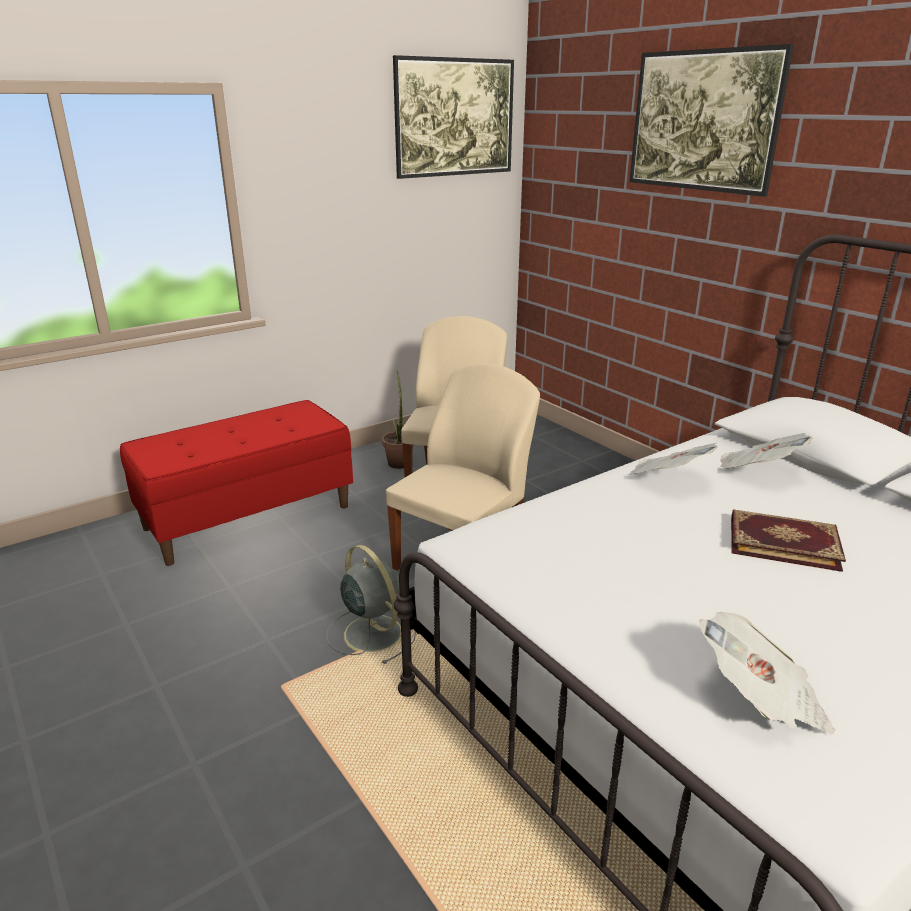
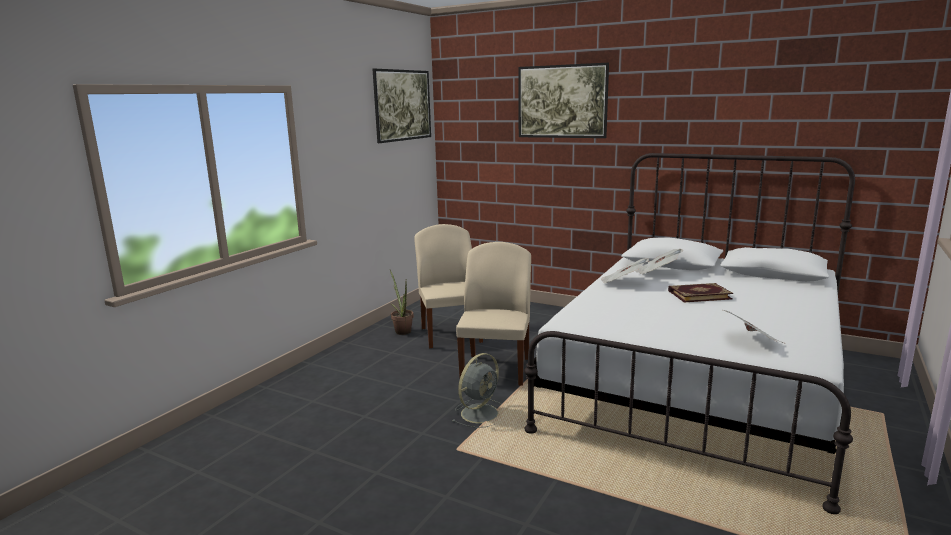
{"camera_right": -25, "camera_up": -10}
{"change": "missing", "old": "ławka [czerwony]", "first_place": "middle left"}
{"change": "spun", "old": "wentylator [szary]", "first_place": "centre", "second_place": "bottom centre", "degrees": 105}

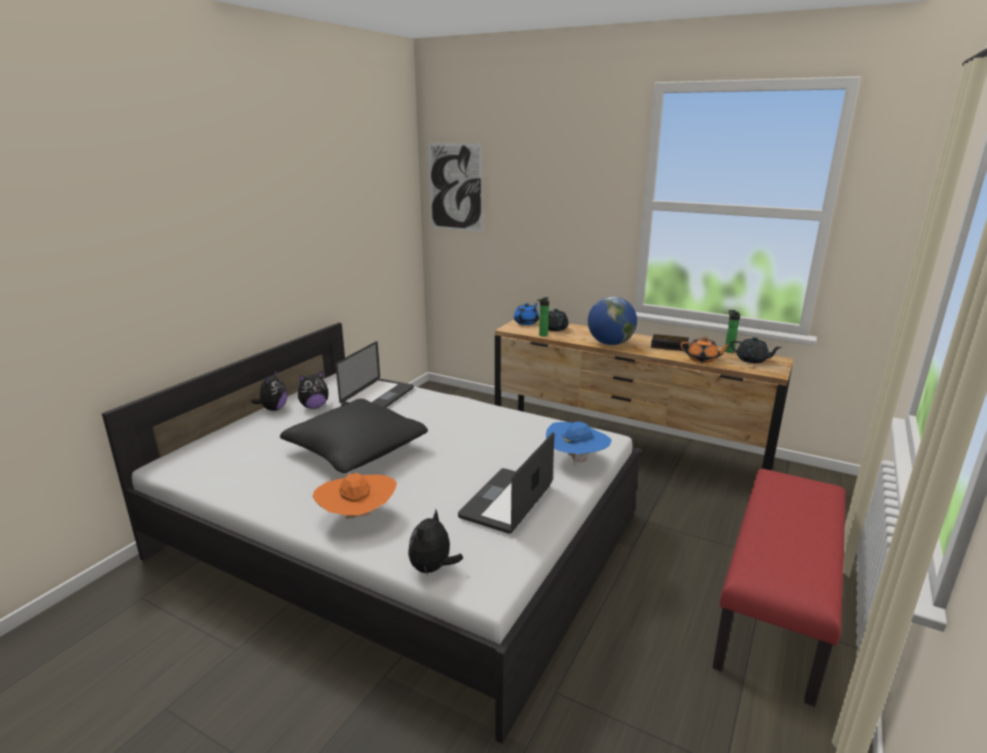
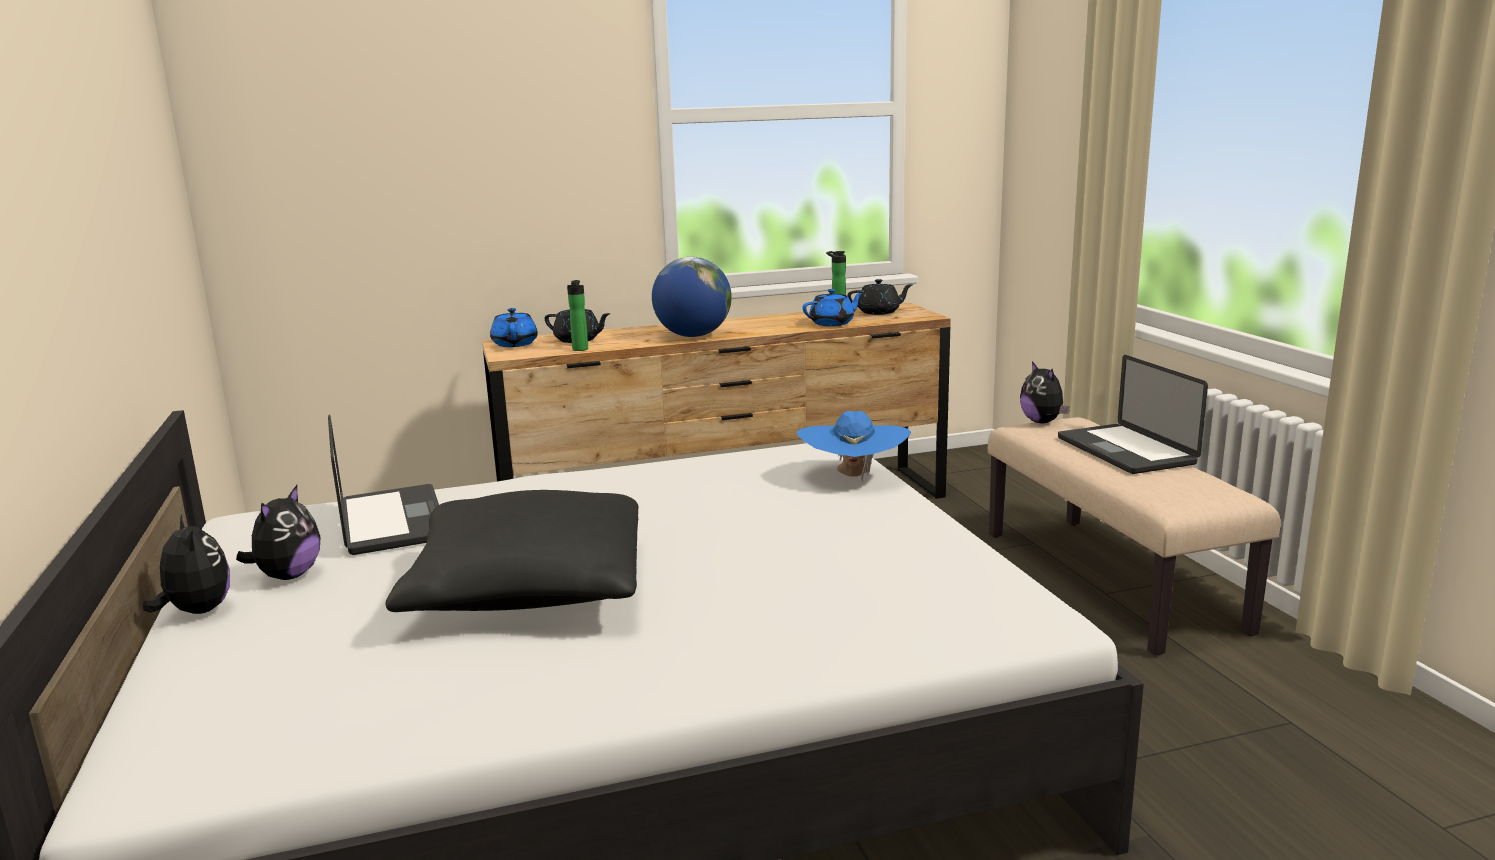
{"camera_right": -45, "camera_up": -5}
{"change": "missing", "old": "kapelusz [pomarańczowy]", "first_place": "centre"}
{"change": "relocated", "old": "pluszak (no. 3 from left)", "first_place": "bottom centre", "second_place": "middle right"}
{"change": "missing", "old": "obraz", "first_place": "top centre"}
{"change": "relocated", "old": "laptop (no. 2 from left)", "first_place": "centre", "second_place": "middle right"}
{"change": "missing", "old": "budzik", "first_place": "middle right"}
{"change": "colour", "old": "imbryk [pomarańczowy]", "new": "imbryk [niebieski] (no. 2 from left)", "first_place": "middle right", "second_place": "centre"}
{"change": "colour", "old": "ławka [czerwony]", "new": "ławka [beżowy]", "first_place": "bottom right", "second_place": "middle right"}

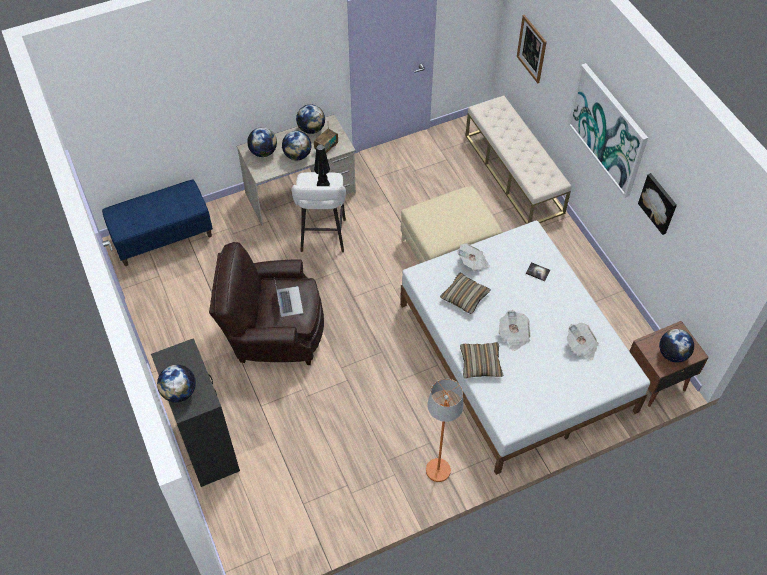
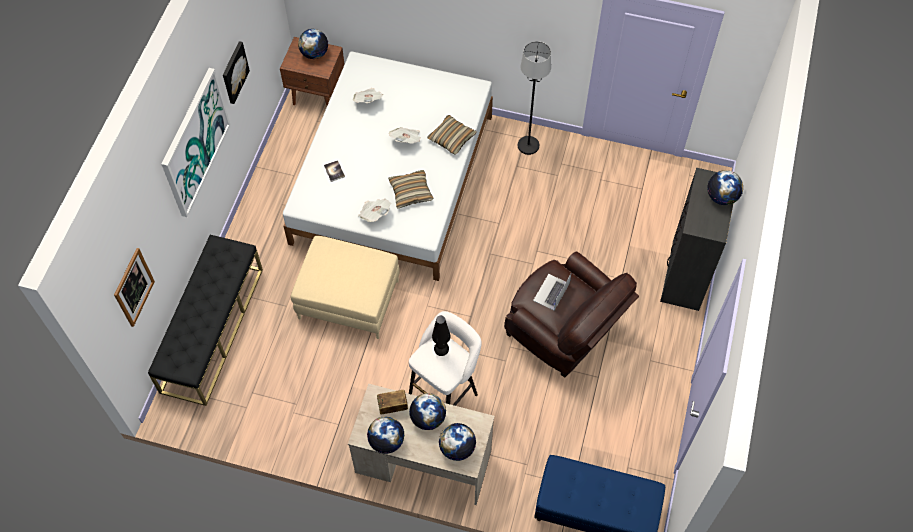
{"camera_right": -140, "camera_up": 5}
{"change": "colour", "old": "lampa stojąca [pomarańczowy]", "new": "lampa stojąca [czarny]", "first_place": "bottom centre", "second_place": "top centre"}
{"change": "colour", "old": "ławka [beżowy]", "new": "ławka [czarny]", "first_place": "top right", "second_place": "middle left"}

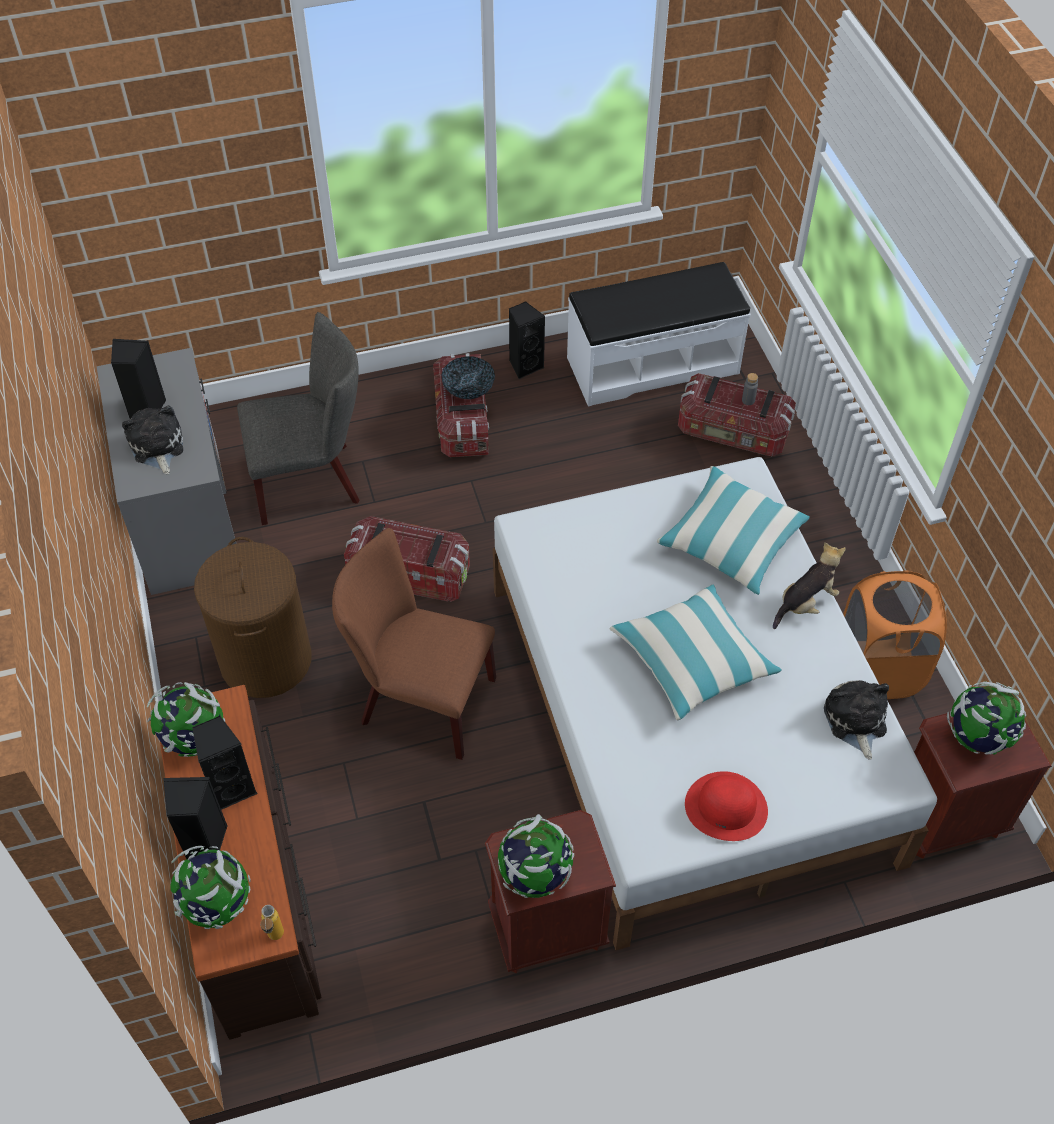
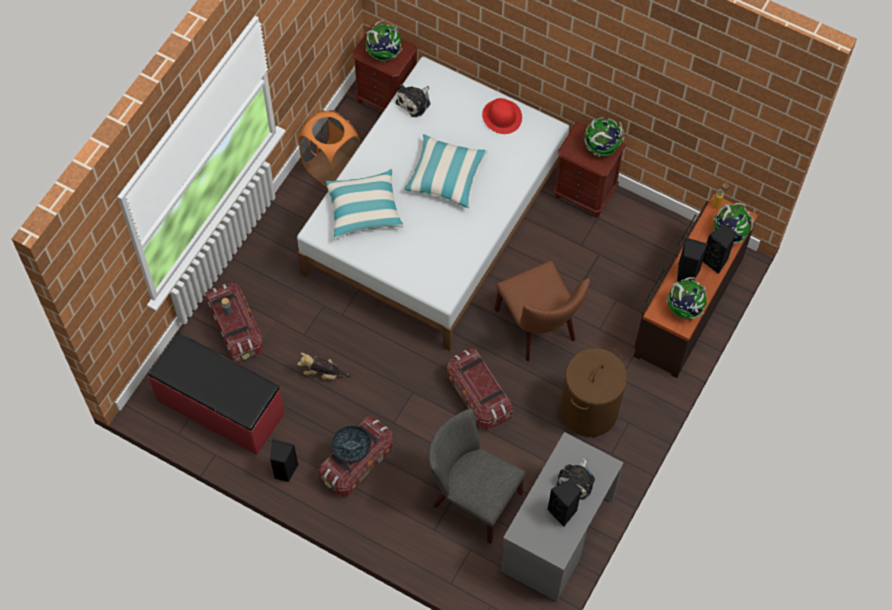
{"camera_right": -135, "camera_up": 10}
{"change": "colour", "old": "ławka [biały]", "new": "ławka [czerwony]", "first_place": "top centre", "second_place": "middle left"}
{"change": "relocated", "old": "pluszak (no. 2 from left in the first image)", "new": "pluszak (no. 1 from left)", "first_place": "middle right", "second_place": "centre"}

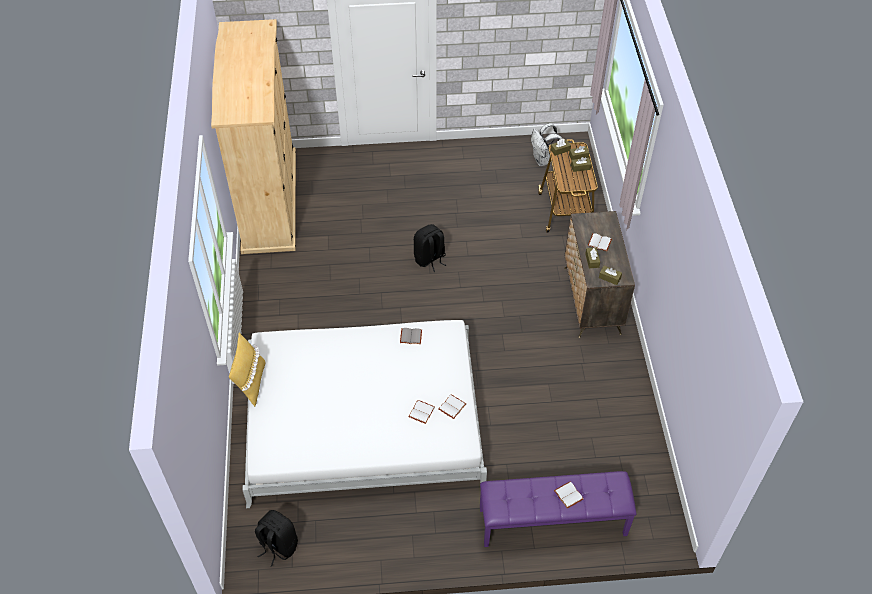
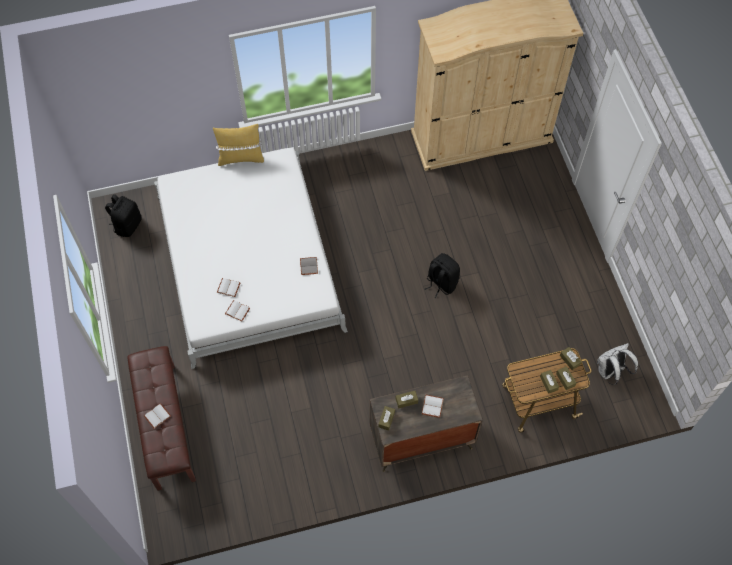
{"camera_right": 80, "camera_up": 10}
{"change": "colour", "old": "ławka [fioletowy]", "new": "ławka [brązowy]", "first_place": "bottom centre", "second_place": "bottom left"}

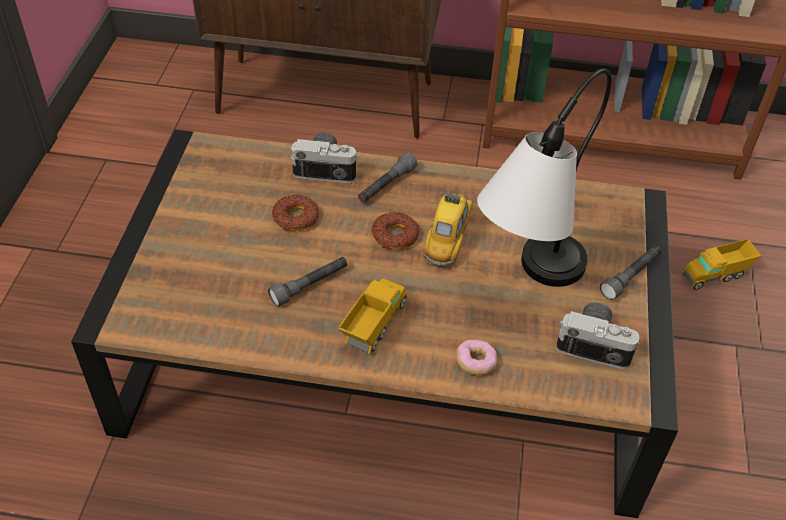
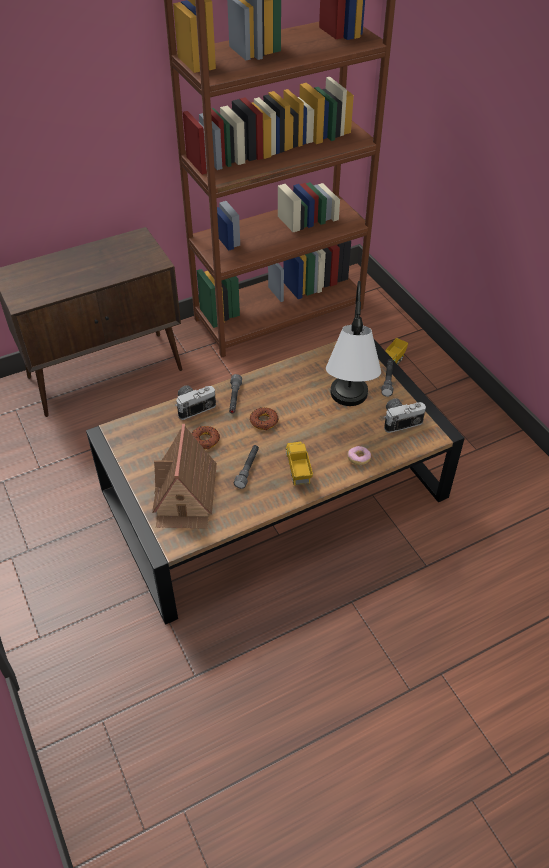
{"camera_right": -35, "camera_up": 0}
{"change": "missing", "old": "samochodzik", "first_place": "centre"}
{"change": "appeared", "new": "domek", "second_place": "centre"}

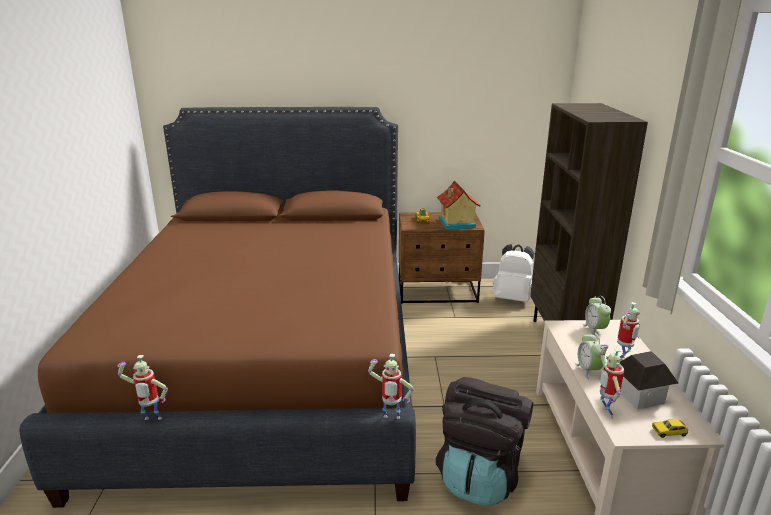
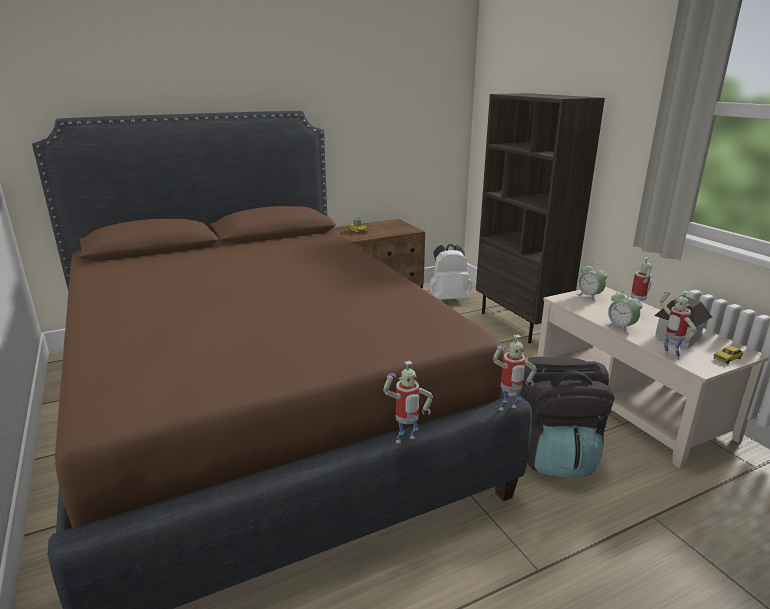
{"camera_right": -25, "camera_up": 0}
{"change": "relocated", "old": "robot zabawkowy (no. 1 from left)", "first_place": "bottom left", "second_place": "centre"}
{"change": "missing", "old": "domek (no. 1 from left)", "first_place": "centre"}

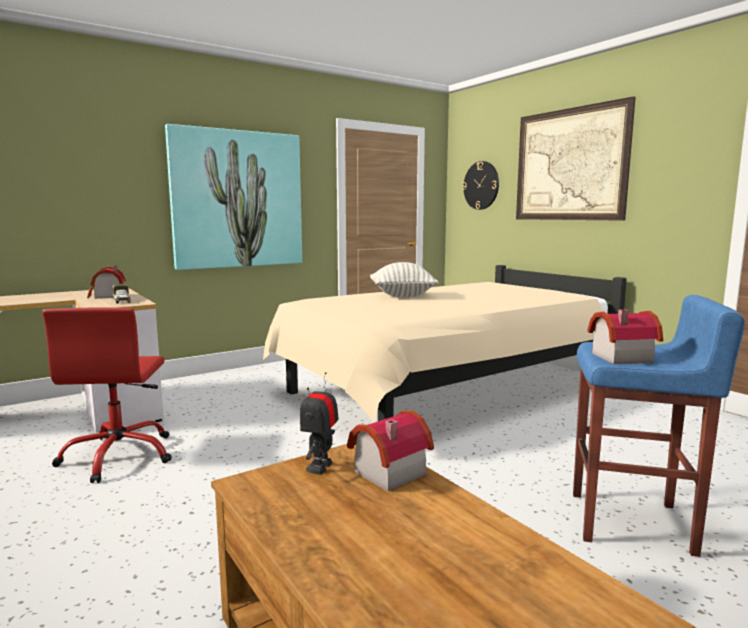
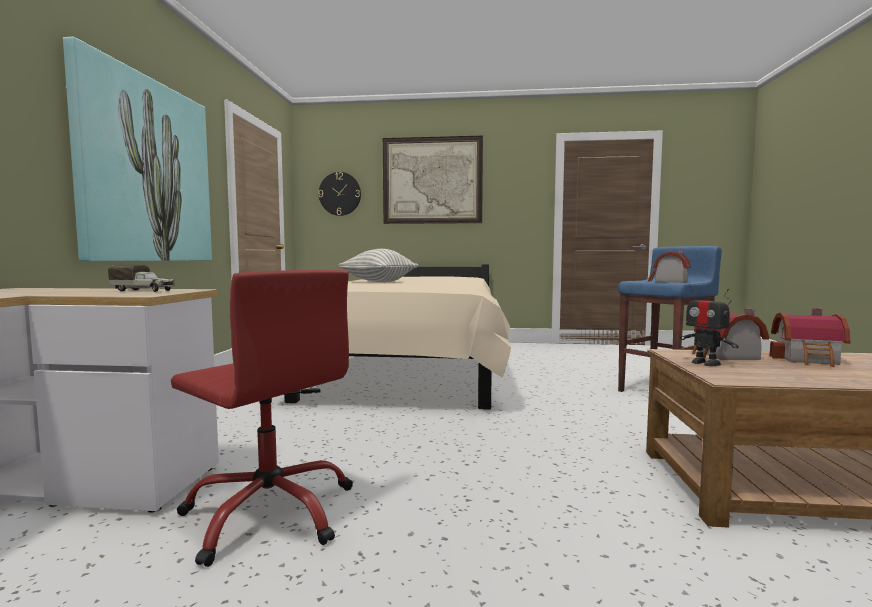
{"camera_right": -50, "camera_up": -5}
{"change": "relocated", "old": "domek (no. 1 from left in the first image)", "new": "domek (no. 3 from left)", "first_place": "middle left", "second_place": "middle right"}

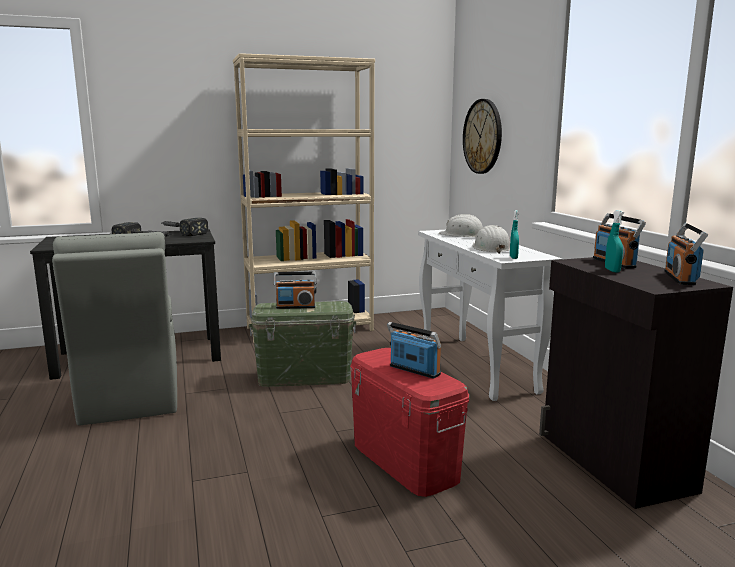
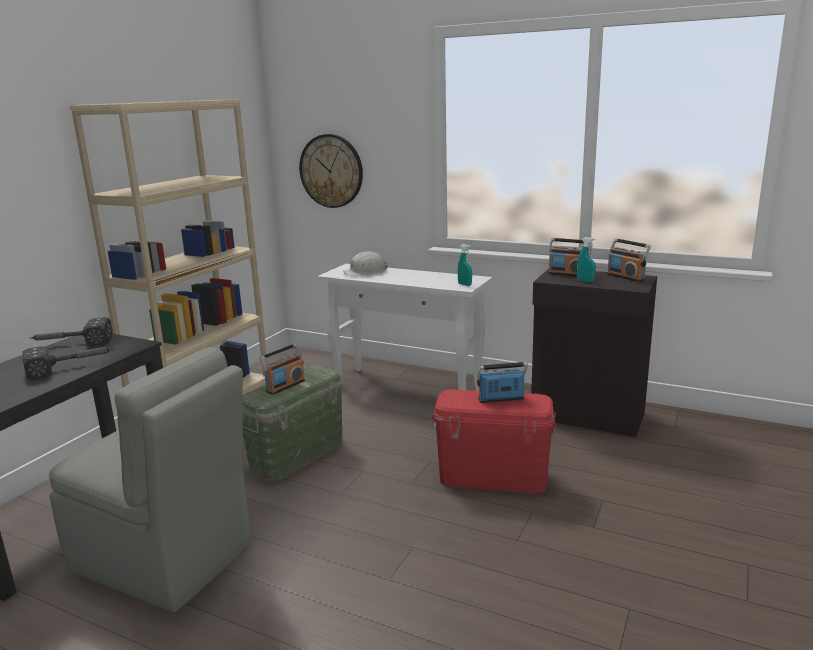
{"camera_right": -45, "camera_up": 5}
{"change": "missing", "old": "kask [biały] (no. 2 from left)", "first_place": "middle right"}

